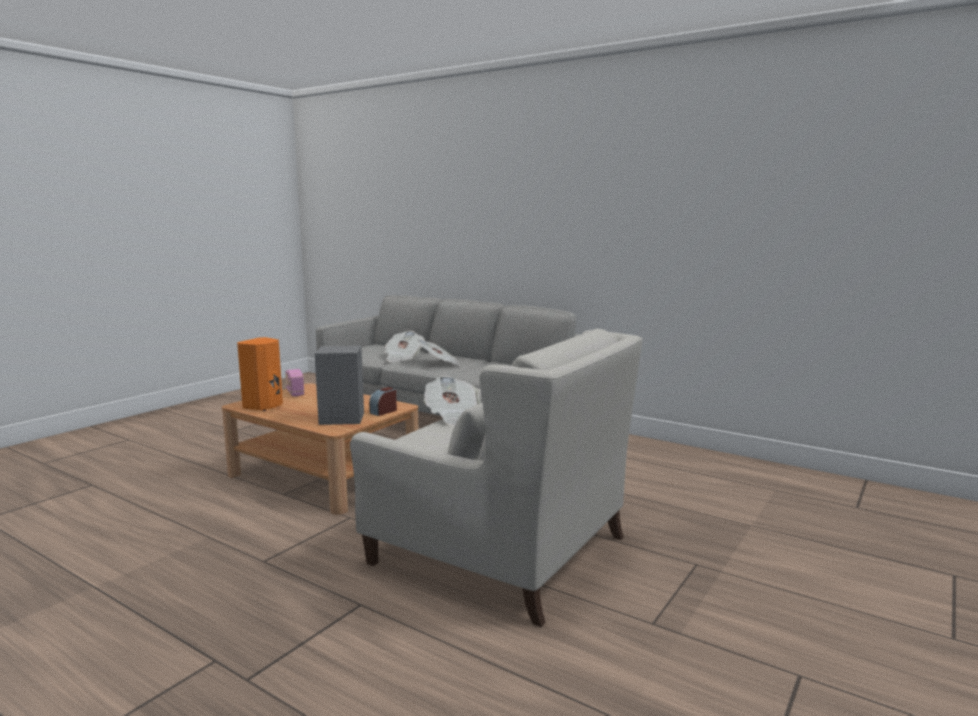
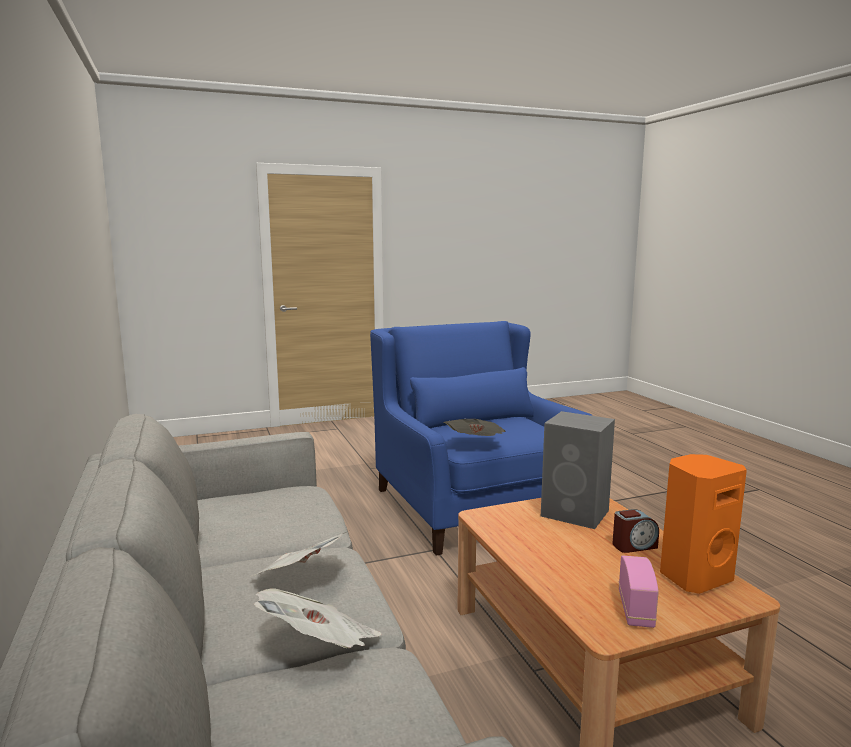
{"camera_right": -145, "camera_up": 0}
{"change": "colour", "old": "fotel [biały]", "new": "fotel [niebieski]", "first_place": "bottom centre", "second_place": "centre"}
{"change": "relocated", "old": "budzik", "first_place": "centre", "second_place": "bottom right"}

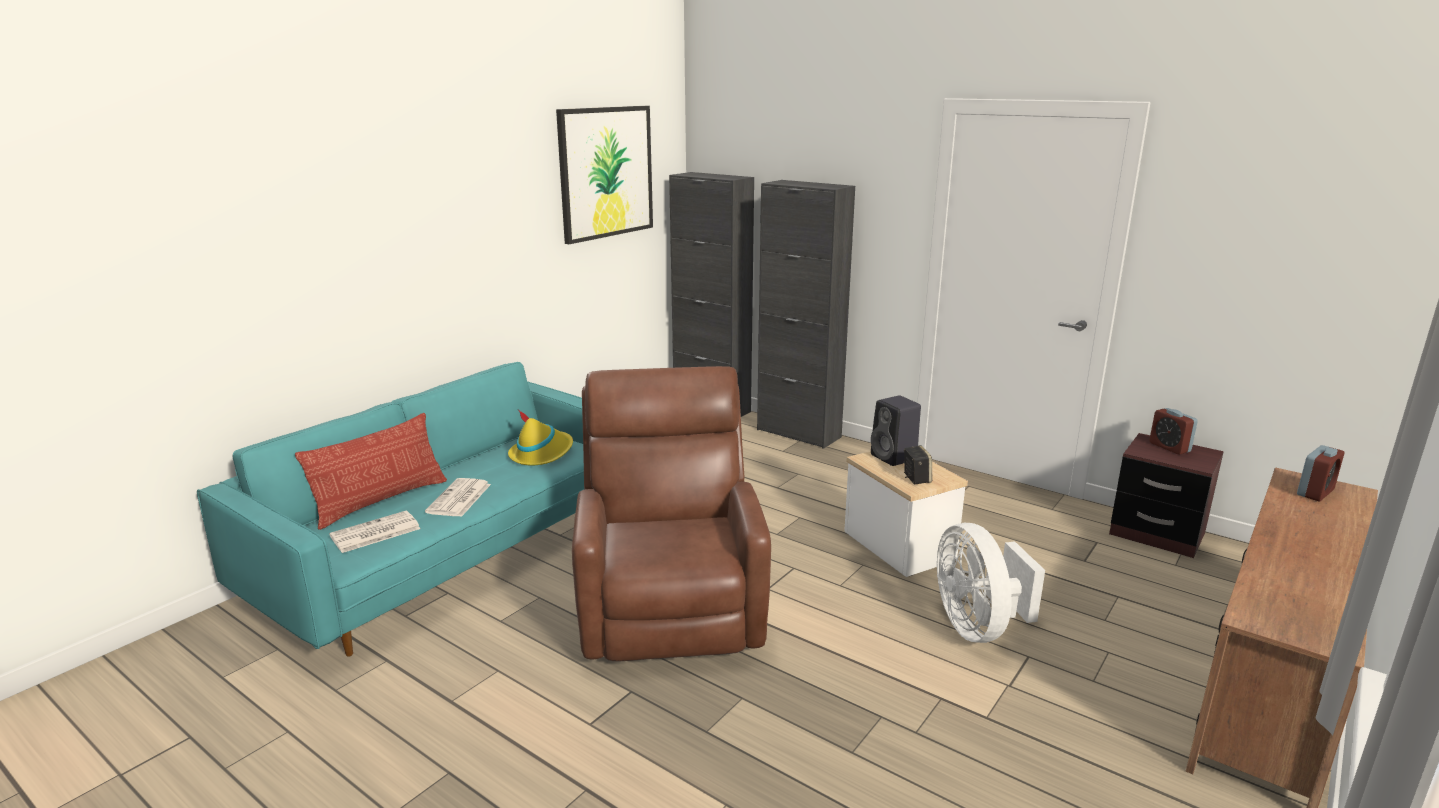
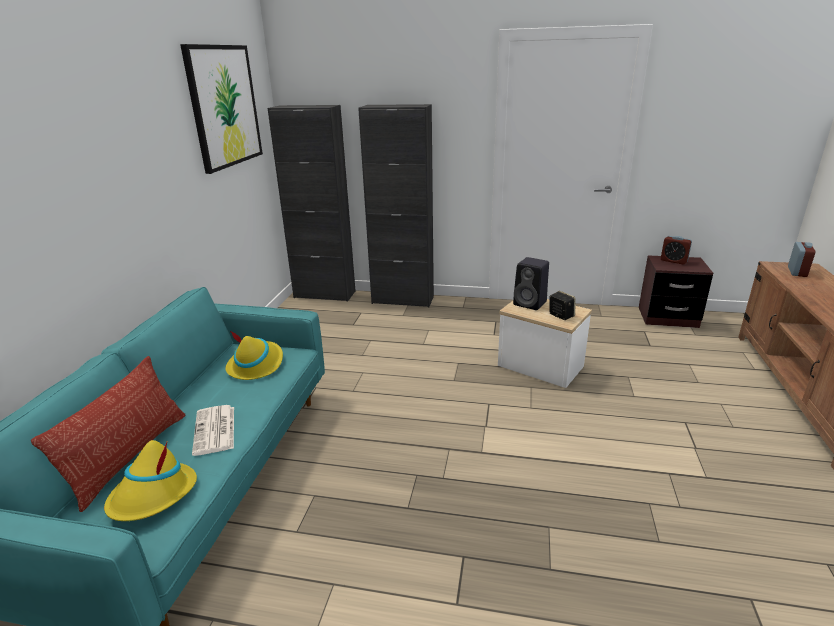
{"camera_right": -25, "camera_up": 5}
{"change": "exchanged", "old": "gazeta (no. 1 from left)", "new": "kapelusz [żółty] (no. 1 from left)", "first_place": "middle left", "second_place": "bottom left"}
{"change": "missing", "old": "fotel [brązowy]", "first_place": "centre"}
{"change": "missing", "old": "wentylator [biały]", "first_place": "bottom right"}

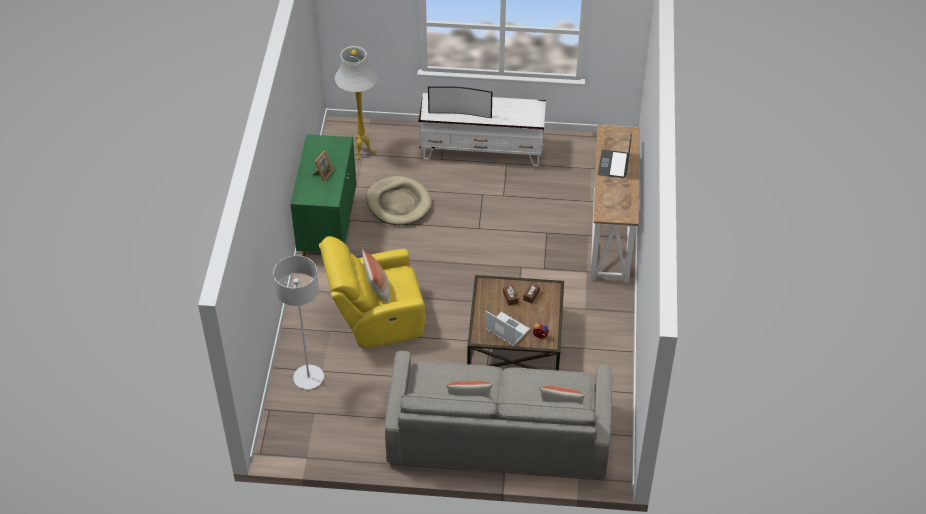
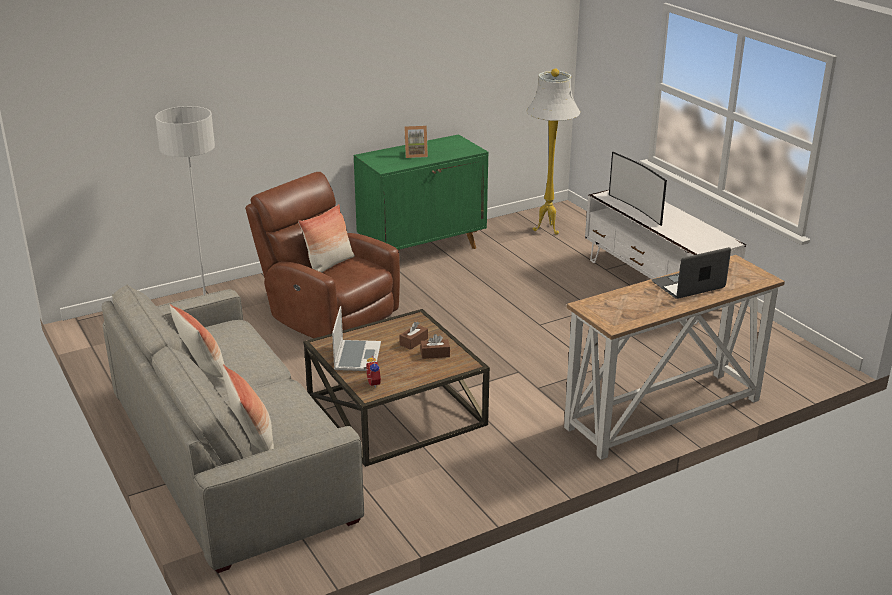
{"camera_right": 55, "camera_up": -20}
{"change": "colour", "old": "fotel [żółty]", "new": "fotel [brązowy]", "first_place": "centre", "second_place": "centre"}
{"change": "missing", "old": "legowisko [beżowy]", "first_place": "centre"}

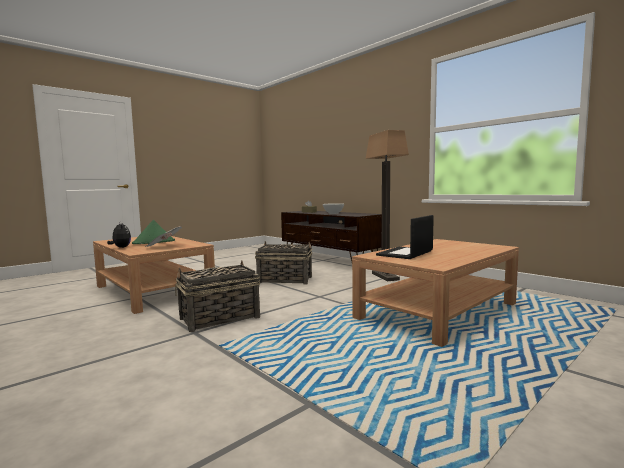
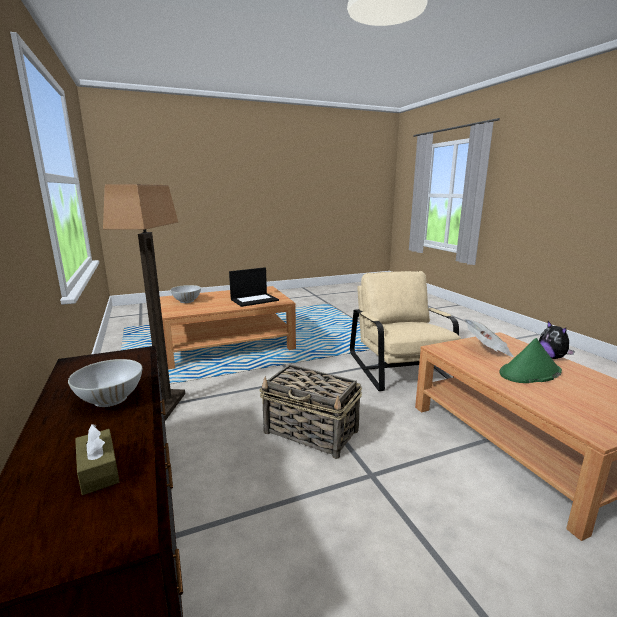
{"camera_right": -160, "camera_up": 10}
{"change": "exchanged", "old": "koszyk (no. 1 from left)", "new": "fotel [beżowy]", "first_place": "centre", "second_place": "centre"}
{"change": "appeared", "new": "miska [biały] (no. 2 from left)", "second_place": "middle left"}

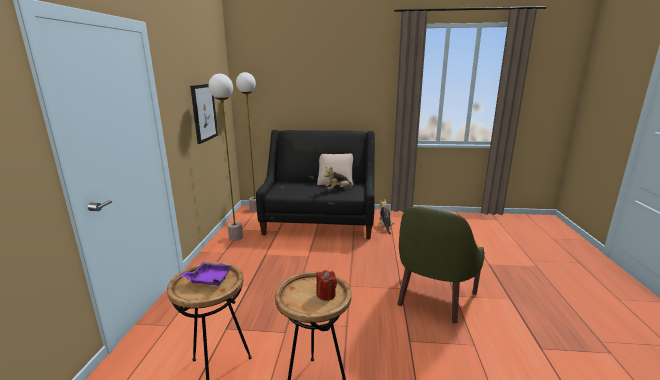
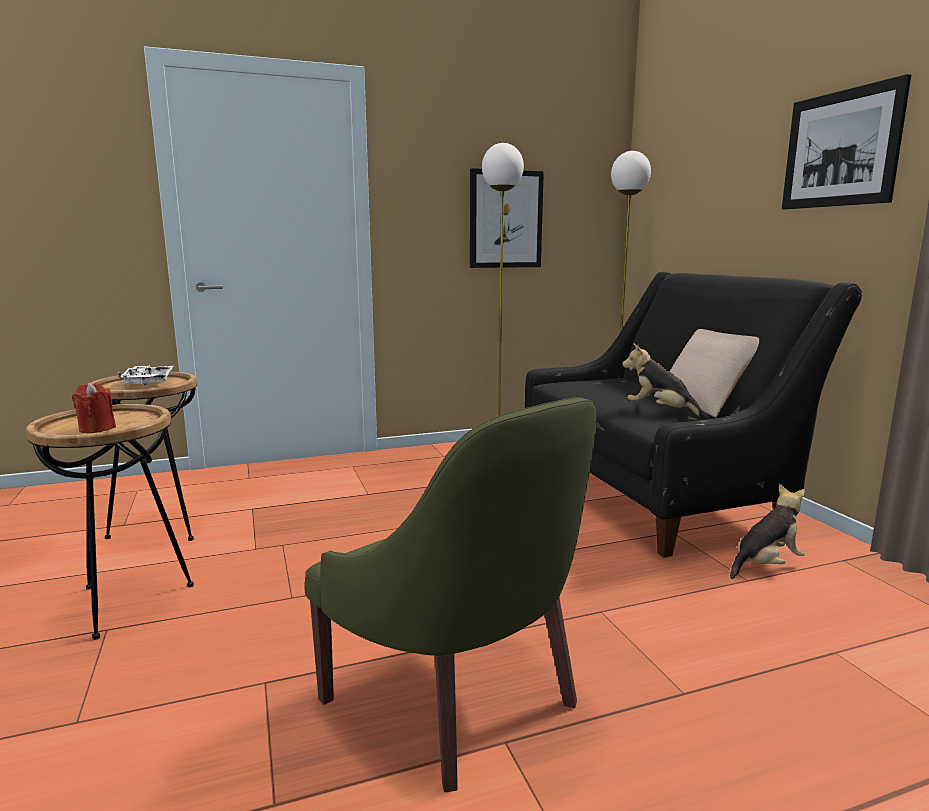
{"camera_right": 65, "camera_up": -5}
{"change": "colour", "old": "taca [fioletowy]", "new": "taca [biały]", "first_place": "bottom left", "second_place": "middle left"}
{"change": "spun", "old": "fotel [zielony]", "first_place": "bottom right", "second_place": "bottom centre", "degrees": -135}
{"change": "appeared", "new": "obraz (no. 2 from left)", "second_place": "top right"}

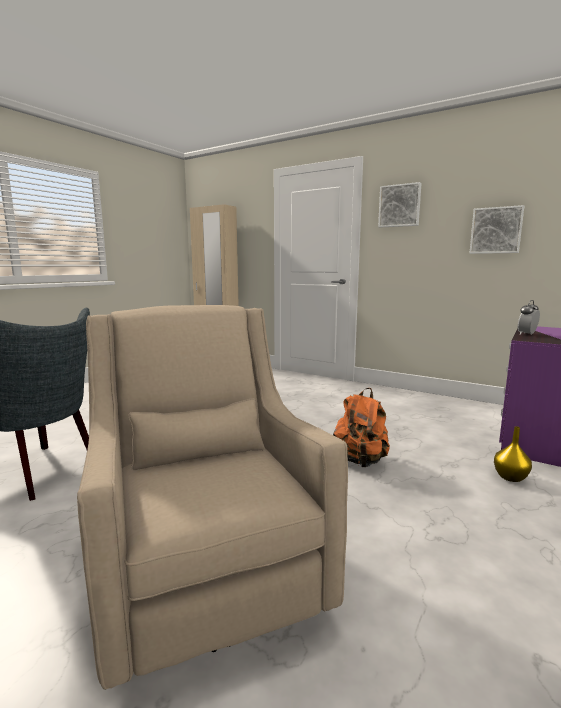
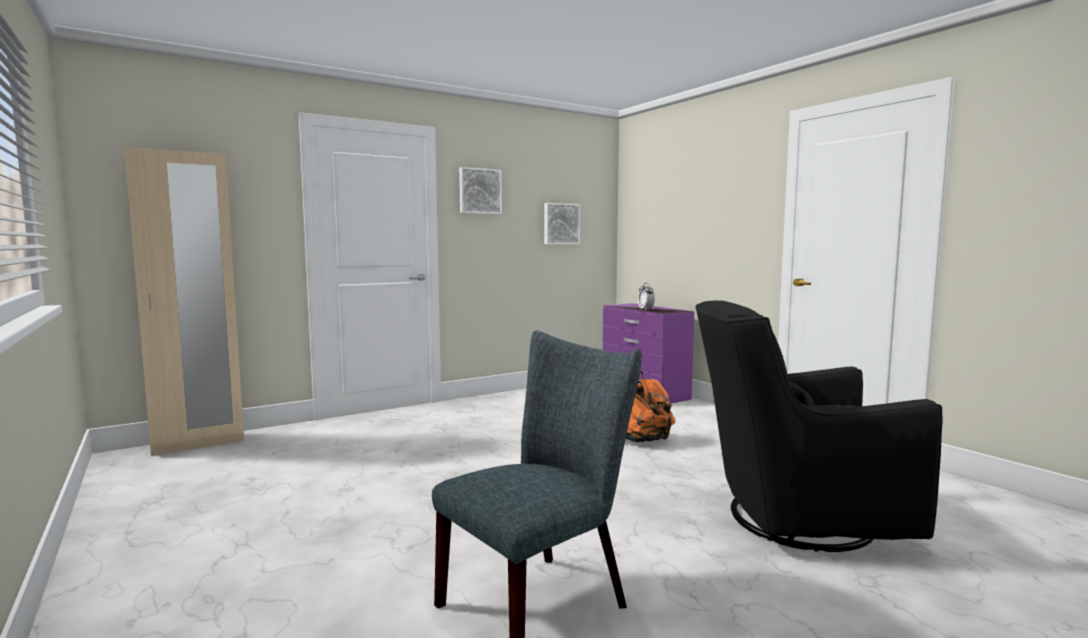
{"camera_right": -65, "camera_up": -5}
{"change": "colour", "old": "fotel [beżowy]", "new": "fotel [czarny]", "first_place": "bottom centre", "second_place": "bottom right"}
{"change": "missing", "old": "wazon [żółty]", "first_place": "middle right"}

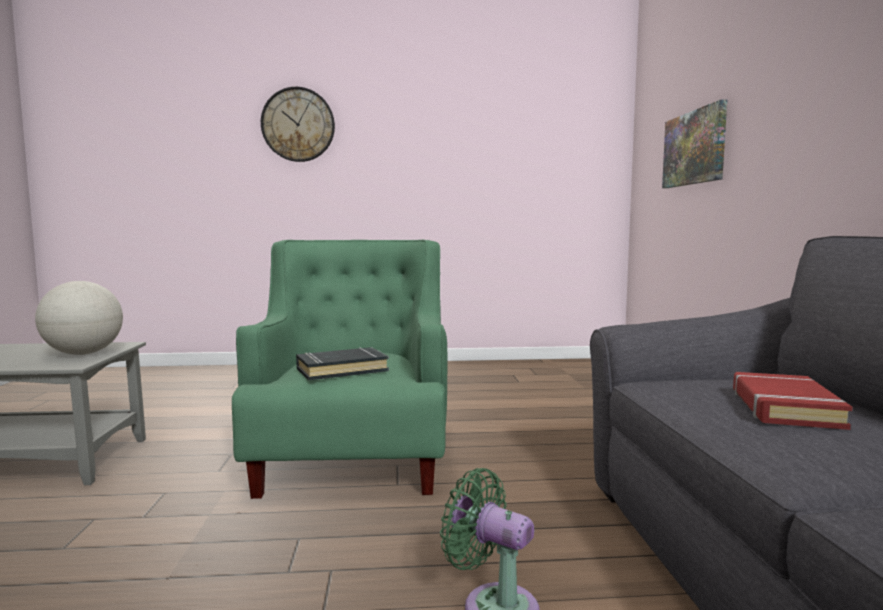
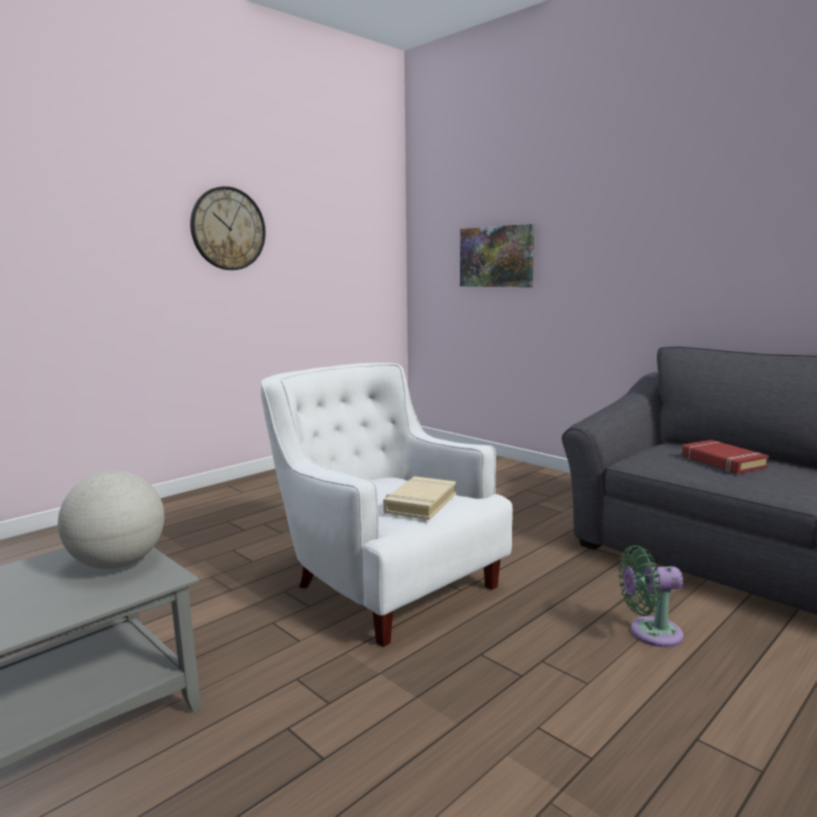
{"camera_right": -40, "camera_up": 5}
{"change": "colour", "old": "fotel [zielony]", "new": "fotel [biały]", "first_place": "centre", "second_place": "centre"}
{"change": "relocated", "old": "zegar ścienny", "first_place": "top centre", "second_place": "top left"}
{"change": "colour", "old": "książka [czarny]", "new": "książka [beżowy]", "first_place": "centre", "second_place": "centre"}

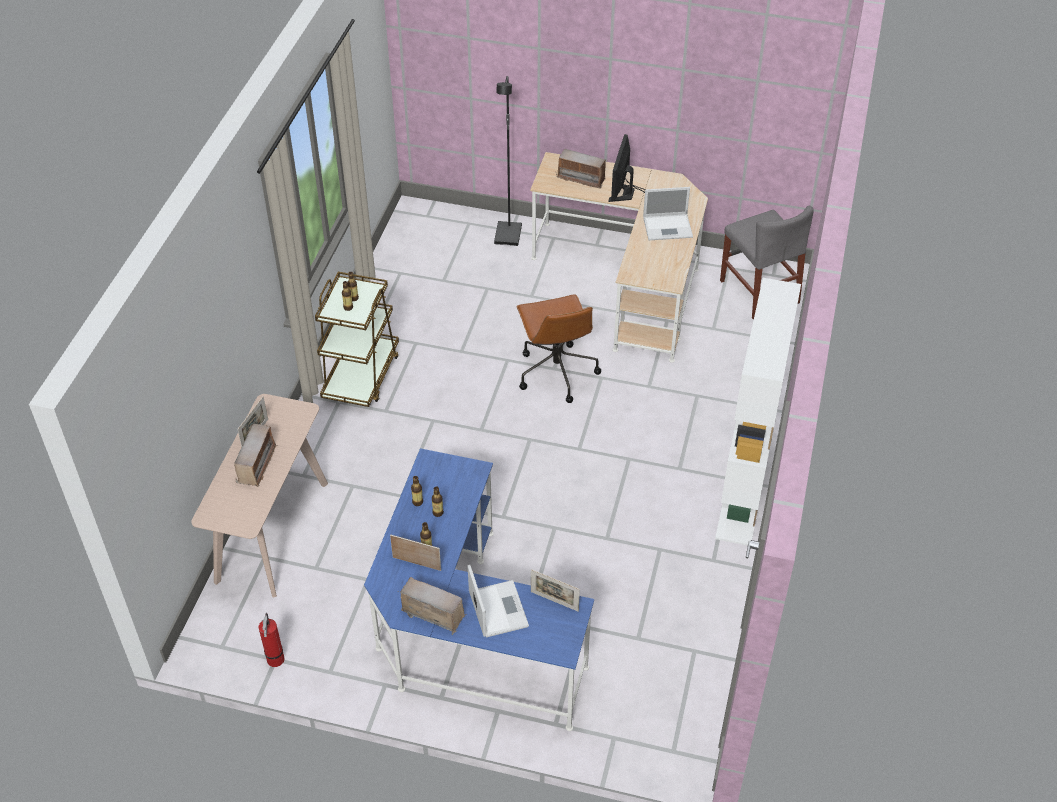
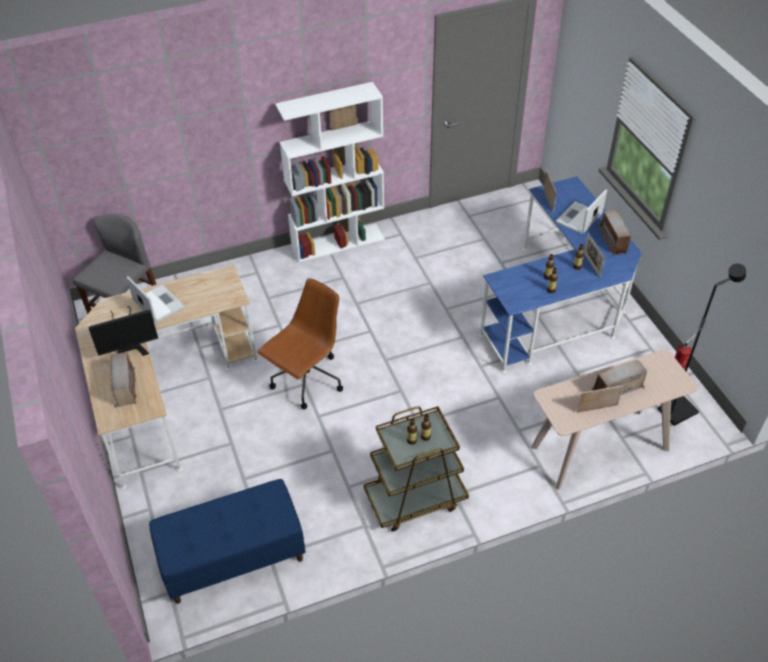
{"camera_right": -125, "camera_up": 0}
{"change": "relocated", "old": "lampa stojąca [czarny]", "first_place": "top centre", "second_place": "middle right"}
{"change": "appeared", "new": "ławka [niebieski]", "second_place": "bottom left"}

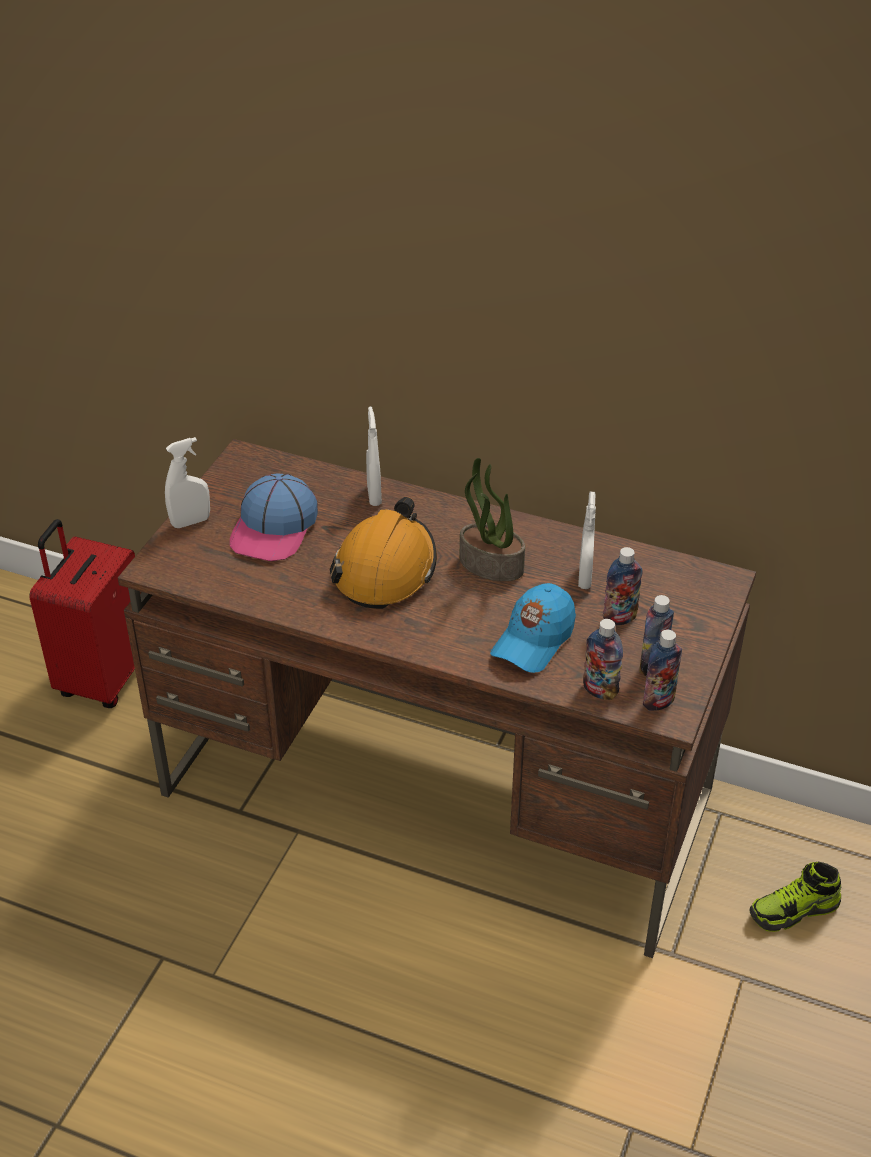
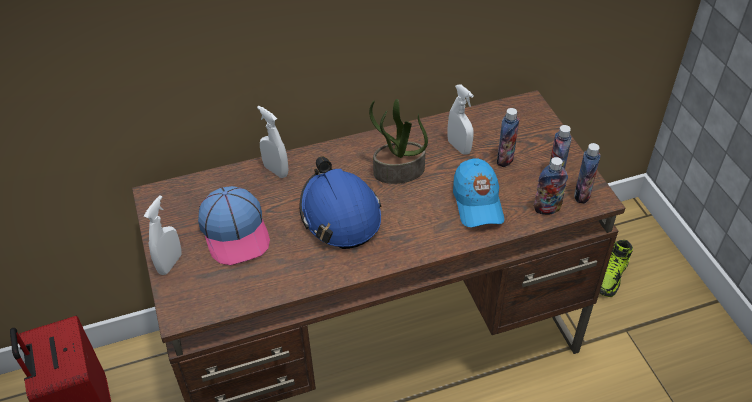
{"camera_right": -40, "camera_up": 5}
{"change": "colour", "old": "kask [pomarańczowy]", "new": "kask [niebieski]", "first_place": "centre", "second_place": "centre"}

